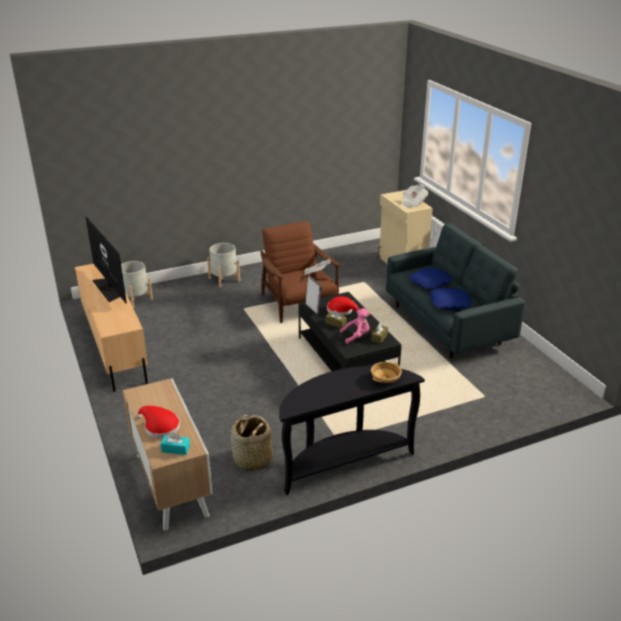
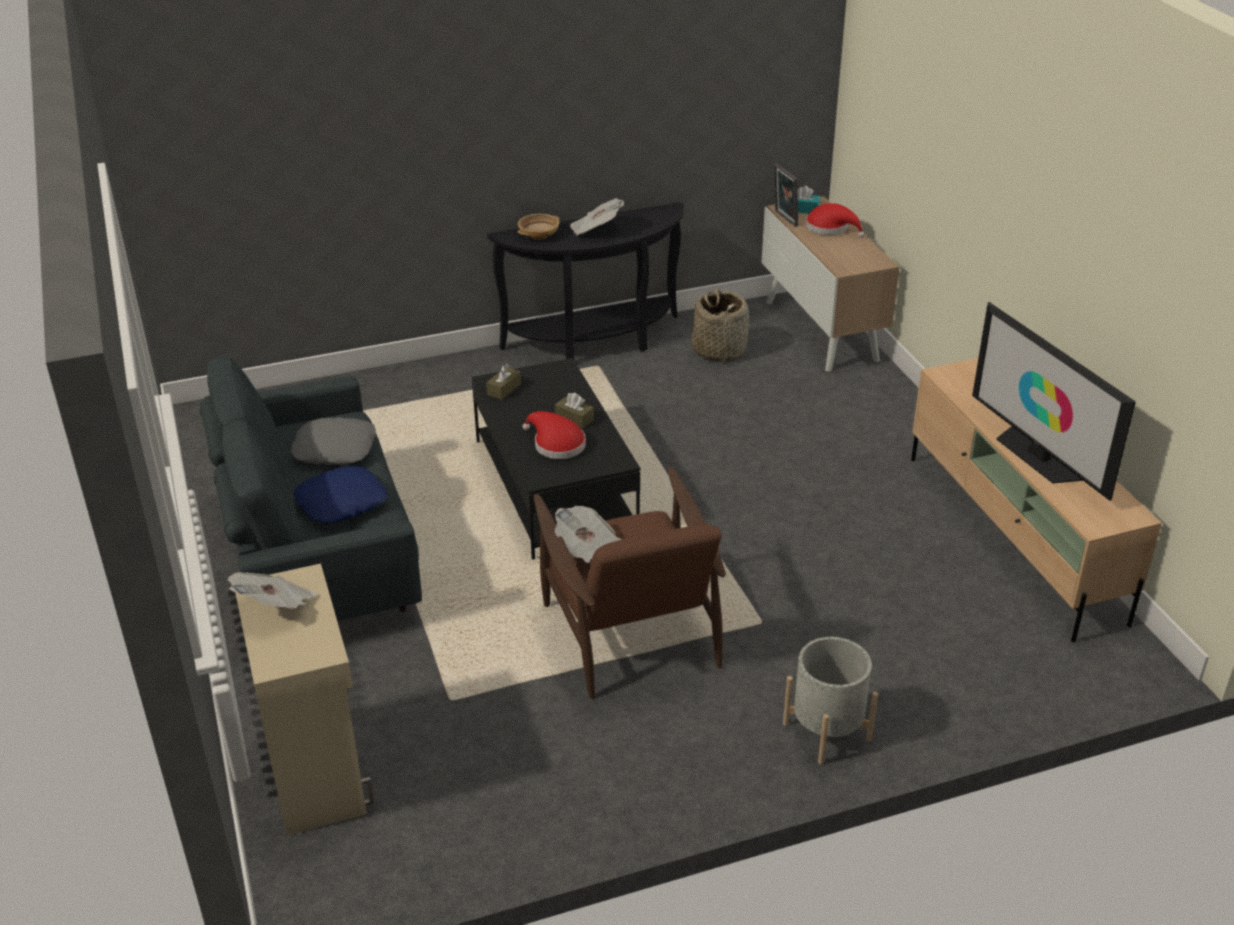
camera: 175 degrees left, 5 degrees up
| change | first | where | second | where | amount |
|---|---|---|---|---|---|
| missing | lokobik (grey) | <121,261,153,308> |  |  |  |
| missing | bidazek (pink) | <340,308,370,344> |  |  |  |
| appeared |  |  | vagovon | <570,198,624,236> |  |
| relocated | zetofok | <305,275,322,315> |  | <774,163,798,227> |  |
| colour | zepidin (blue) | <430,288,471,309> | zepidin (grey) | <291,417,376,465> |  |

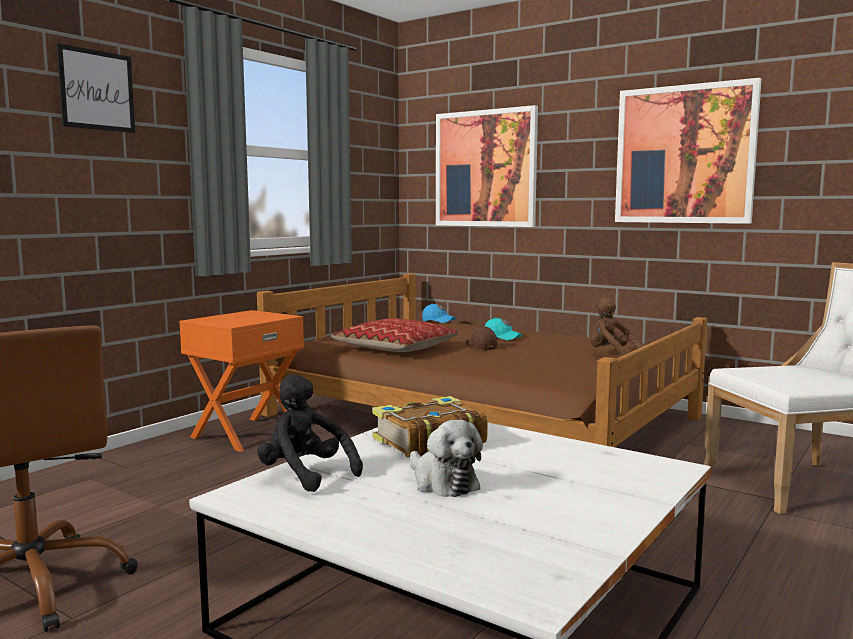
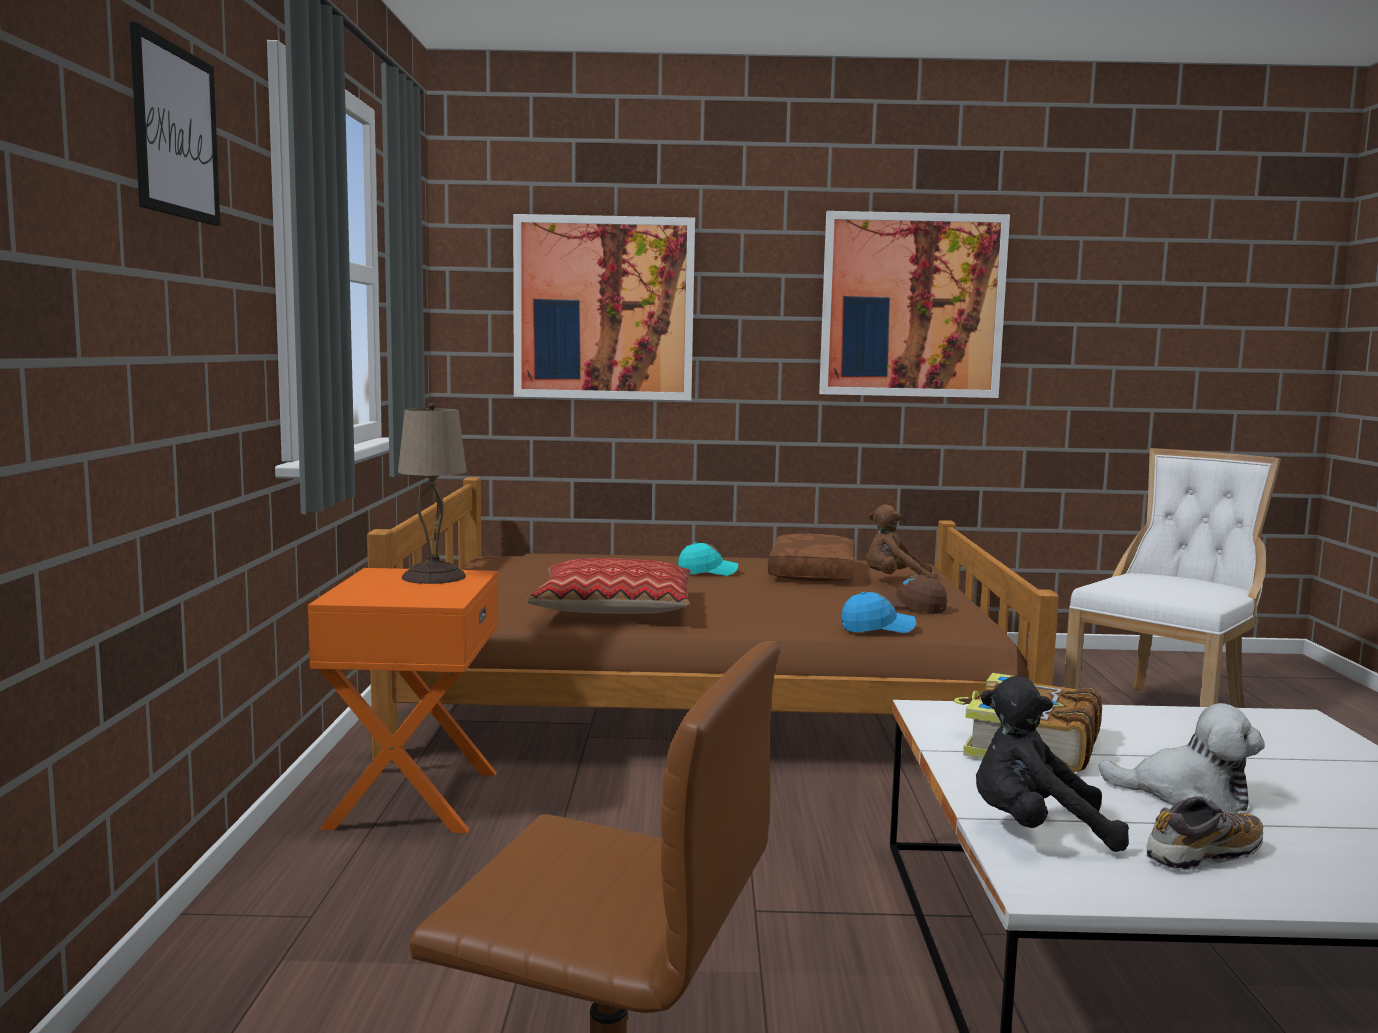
camera: 35 degrees left, 0 degrees up
| change | first | where | second | where | amount |
|---|---|---|---|---|---|
| appeared |  |  | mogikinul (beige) | <398,403,467,584> |  |
| appeared |  |  | zepidin (brown) | <768,534,855,581> |  |
| appeared |  |  | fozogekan | <1145,796,1263,871> |  |
| relocated | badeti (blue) | <422,303,456,323> |  | <842,592,916,633> |  |
| relocated | badeti (brown) | <466,326,498,350> |  | <880,575,947,614> |  |

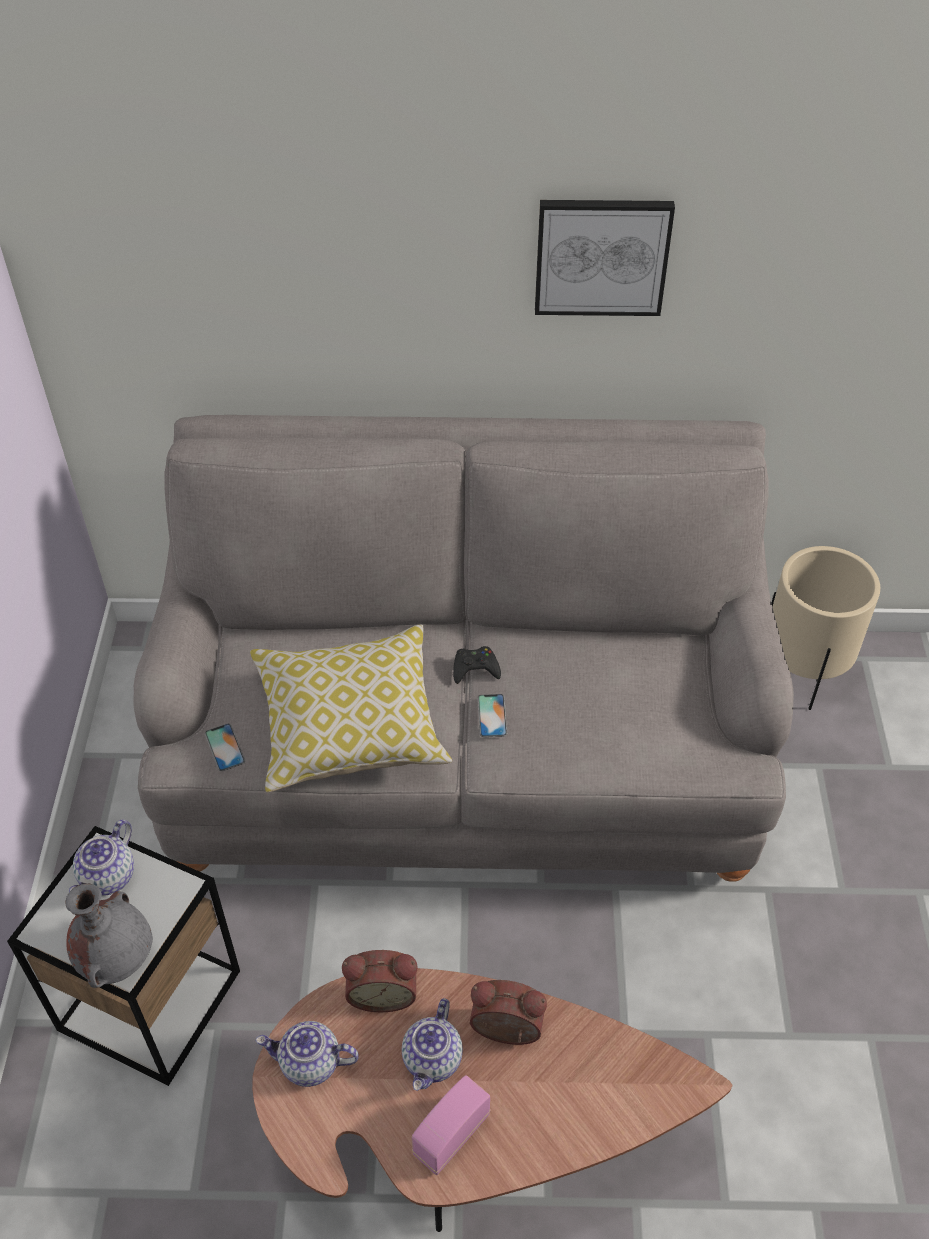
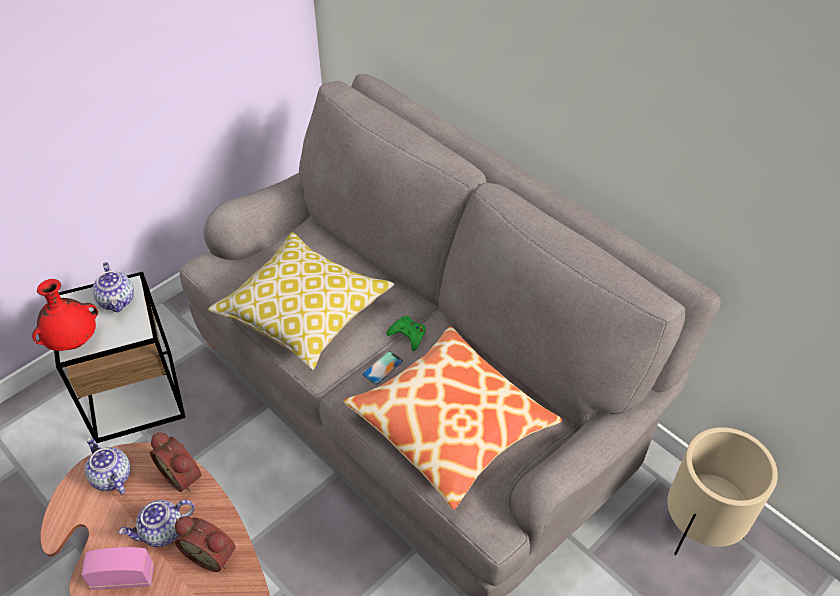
camera: 45 degrees right, 0 degrees up
| change | first | where | second | where | amount |
|---|---|---|---|---|---|
| missing | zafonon | <205,723,245,771> |  |  |  |
| missing | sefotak | <535,200,675,316> |  |  |  |
| appeared |  |  | zepidin | <343,327,562,510> |  |
| colour | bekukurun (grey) | <66,884,153,988> | bekukurun (red) | <32,279,98,351> |  |
| colour | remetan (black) | <453,646,501,684> | remetan (green) | <387,316,426,351> |  |
| spun | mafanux | <69,820,134,896> |  | <92,262,134,313> | 90 degrees counterclockwise |
| spun | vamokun | <470,980,547,1045> |  | <175,516,235,572> | 150 degrees clockwise |

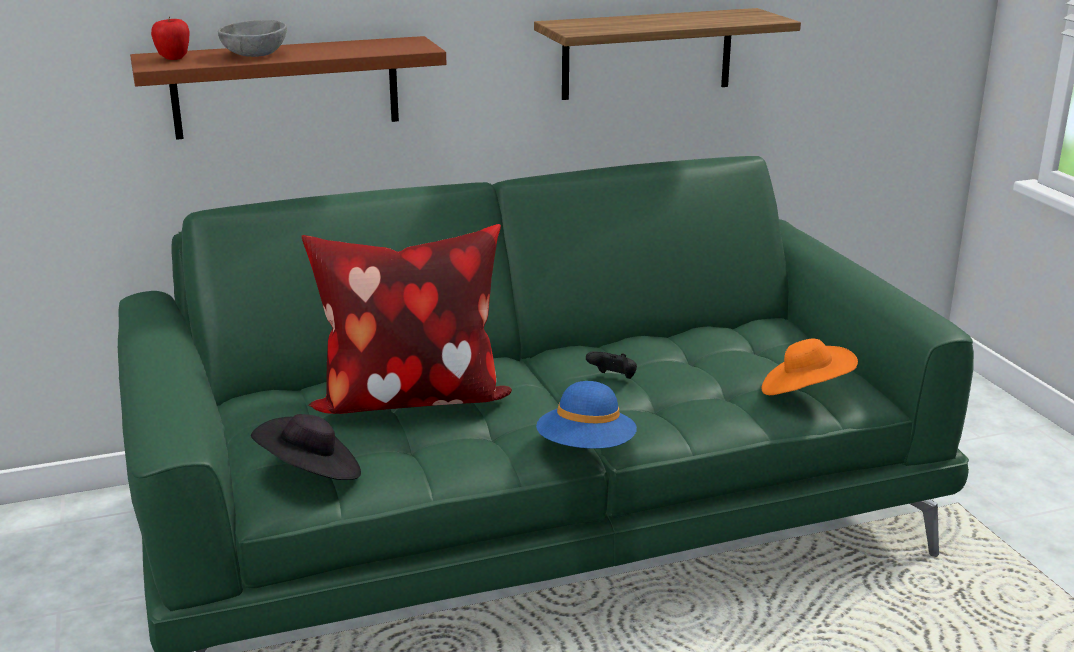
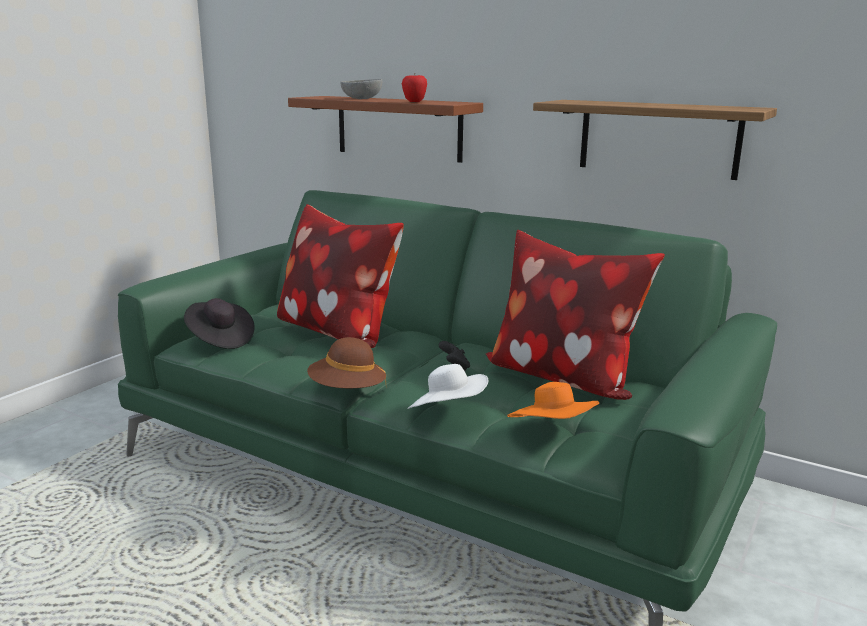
camera: 50 degrees right, 5 degrees down
| change | first | where | second | where | amount |
|---|---|---|---|---|---|
| appeared |  |  | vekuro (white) | <407,364,488,409> |  |
| appeared |  |  | zepidin | <486,230,665,400> |  |
| relocated | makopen | <151,17,190,60> |  | <402,74,427,102> |  |
| colour | vekuro (blue) | <536,381,637,449> | vekuro (brown) | <307,337,386,388> |  |

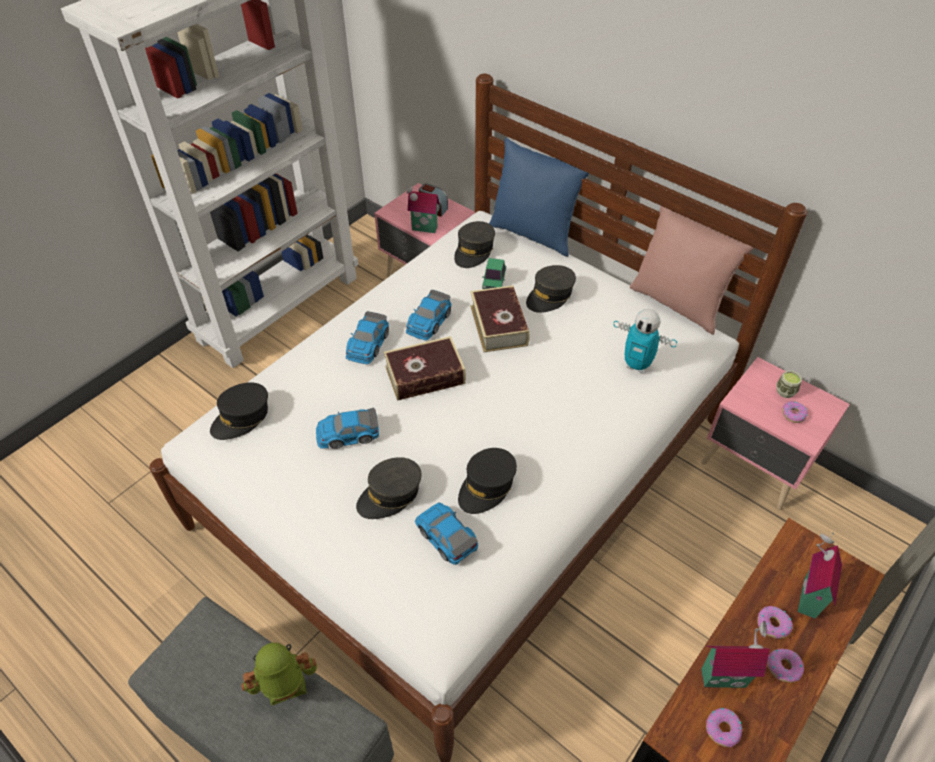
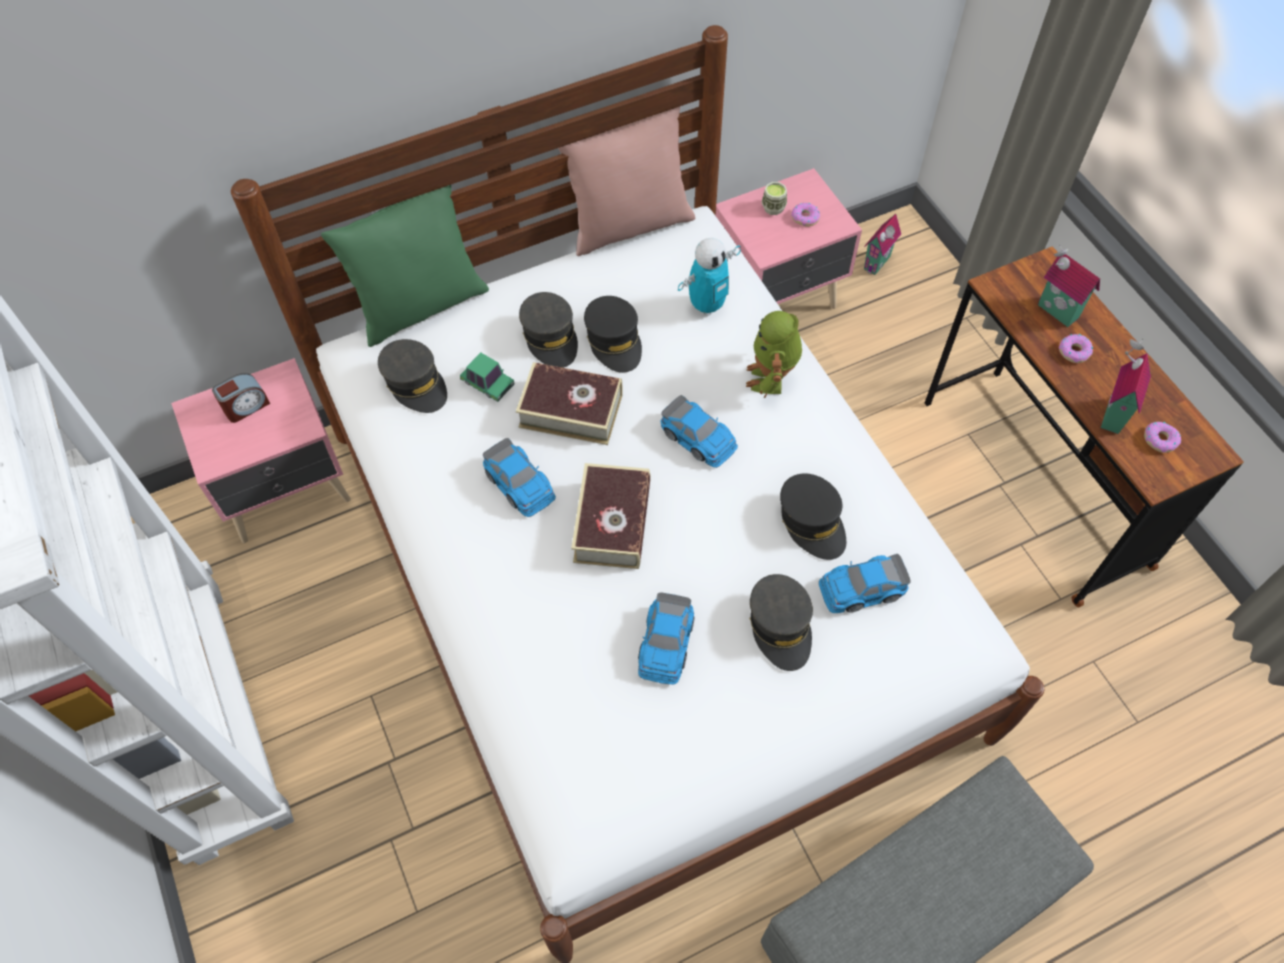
camera: 65 degrees left, 10 degrees up
| change | first | where | second | where | amount |
|---|---|---|---|---|---|
| missing | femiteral | <767,649,804,682> |  |  |  |
| relocated | badeti (black) | <210,382,268,440> |  | <584,296,642,373> |  |
| relocated | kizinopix | <241,642,317,706> |  | <746,311,802,398> |  |
| relocated | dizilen | <346,311,389,364> |  | <660,395,738,468> |  |
| relocated | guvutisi | <406,186,440,233> |  | <864,214,901,275> |  |
| colour | zepidin (blue) | <489,138,589,257> | zepidin (green) | <321,185,489,347> |  |

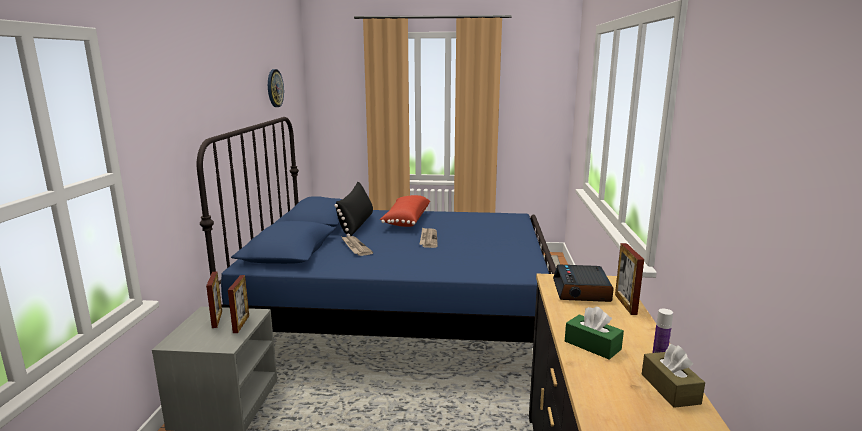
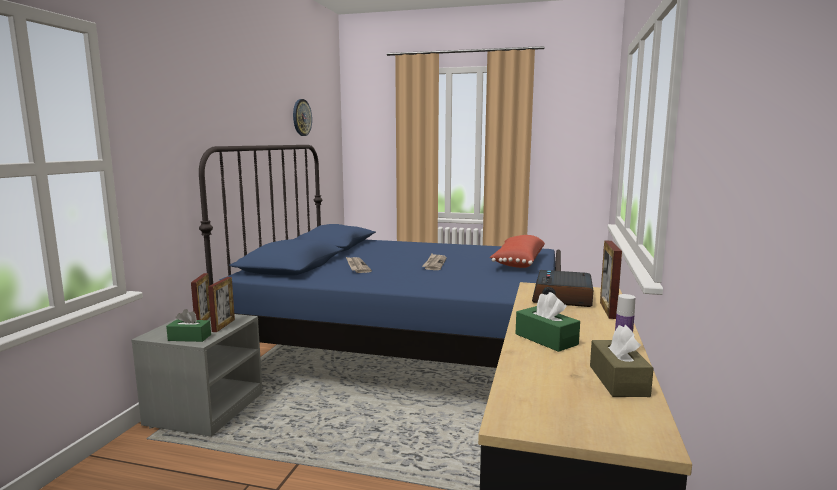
camera: 10 degrees right, 5 degrees down
| change | first | where | second | where | amount |
|---|---|---|---|---|---|
| missing | zepidin (black) | <334,182,373,237> |  |  |  |
| appeared |  |  | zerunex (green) | <166,309,211,342> |  |
| relocated | zepidin (red) | <380,195,430,227> |  | <490,235,545,268> |  |

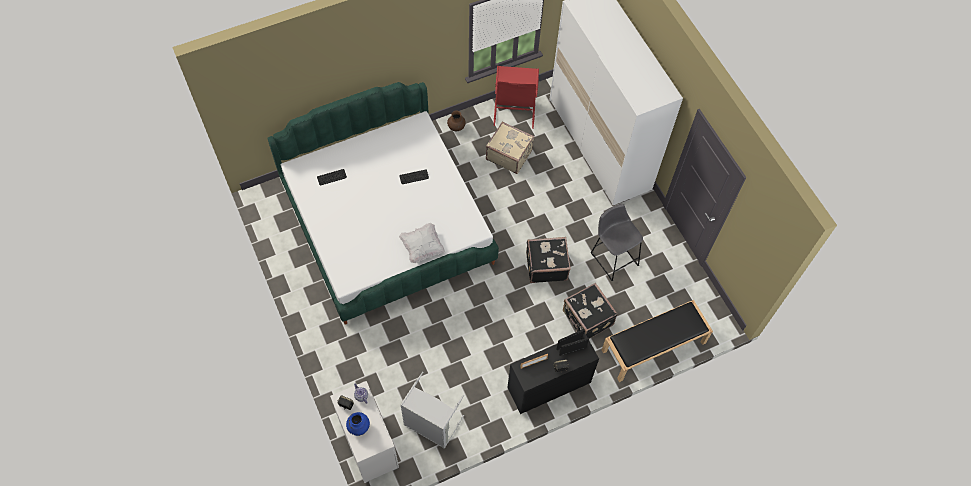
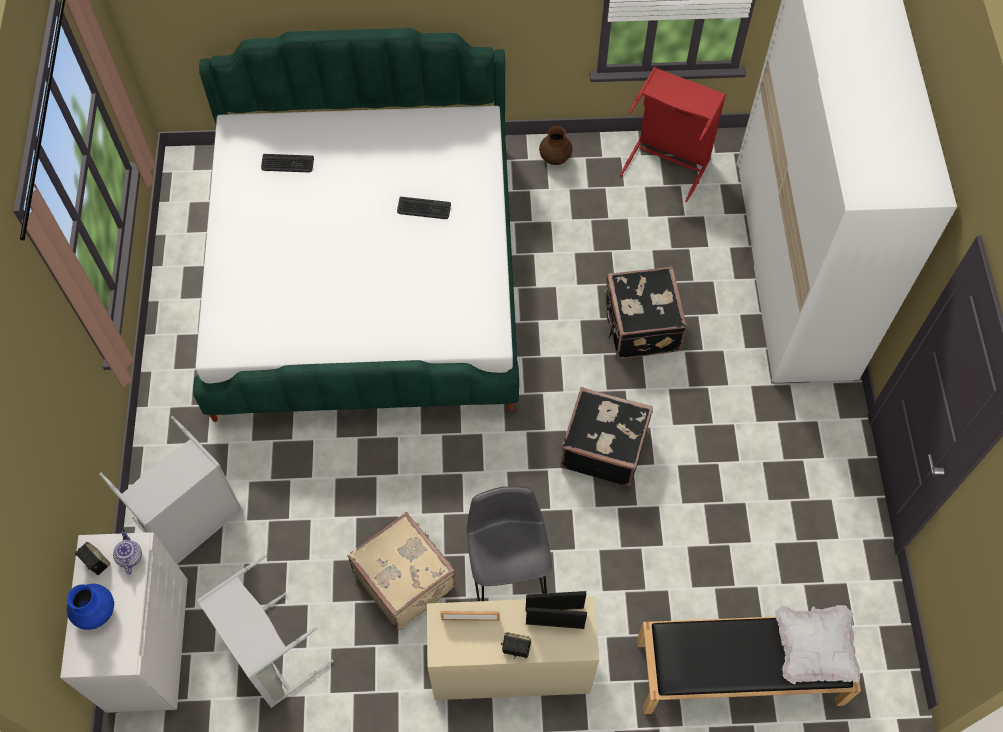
camera: 25 degrees right, 0 degrees up
| change | first | where | second | where | amount |
|---|---|---|---|---|---|
| appeared |  |  | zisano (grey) | <99,416,243,564> |  |
| relocated | zepidin (white) | <399,223,445,263> |  | <775,605,861,684> |  |
| relocated | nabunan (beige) | <486,121,535,174> |  | <348,512,456,630> |  |
| relocated | nabunan (black) | <563,283,618,339> |  | <605,266,687,358> |  |
| relocated | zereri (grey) | <591,204,643,281> |  | <466,486,552,601> |  |
| colour | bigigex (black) | <507,332,599,414> | bigigex (beige) | <427,597,599,700> |  |

